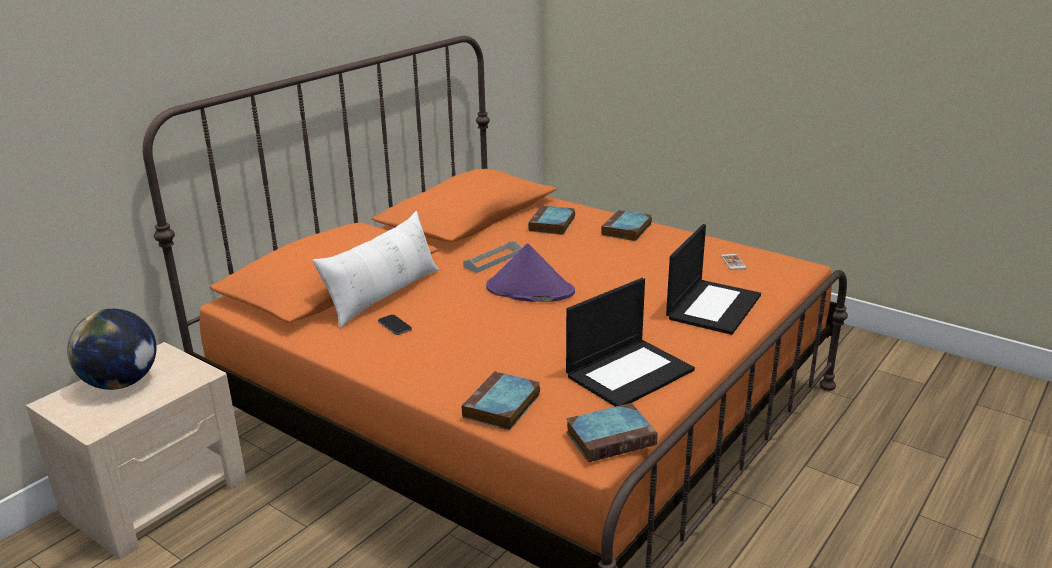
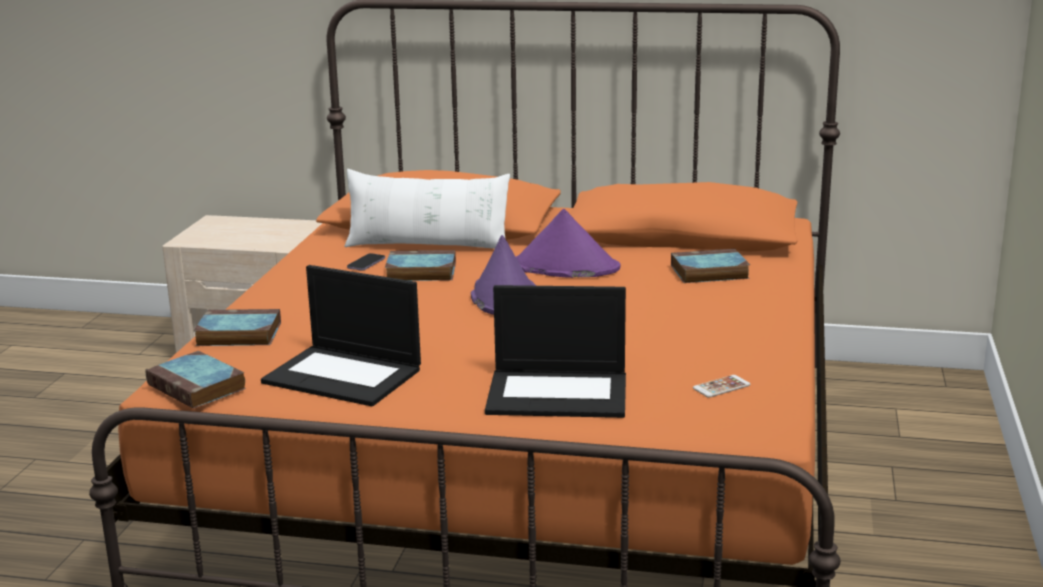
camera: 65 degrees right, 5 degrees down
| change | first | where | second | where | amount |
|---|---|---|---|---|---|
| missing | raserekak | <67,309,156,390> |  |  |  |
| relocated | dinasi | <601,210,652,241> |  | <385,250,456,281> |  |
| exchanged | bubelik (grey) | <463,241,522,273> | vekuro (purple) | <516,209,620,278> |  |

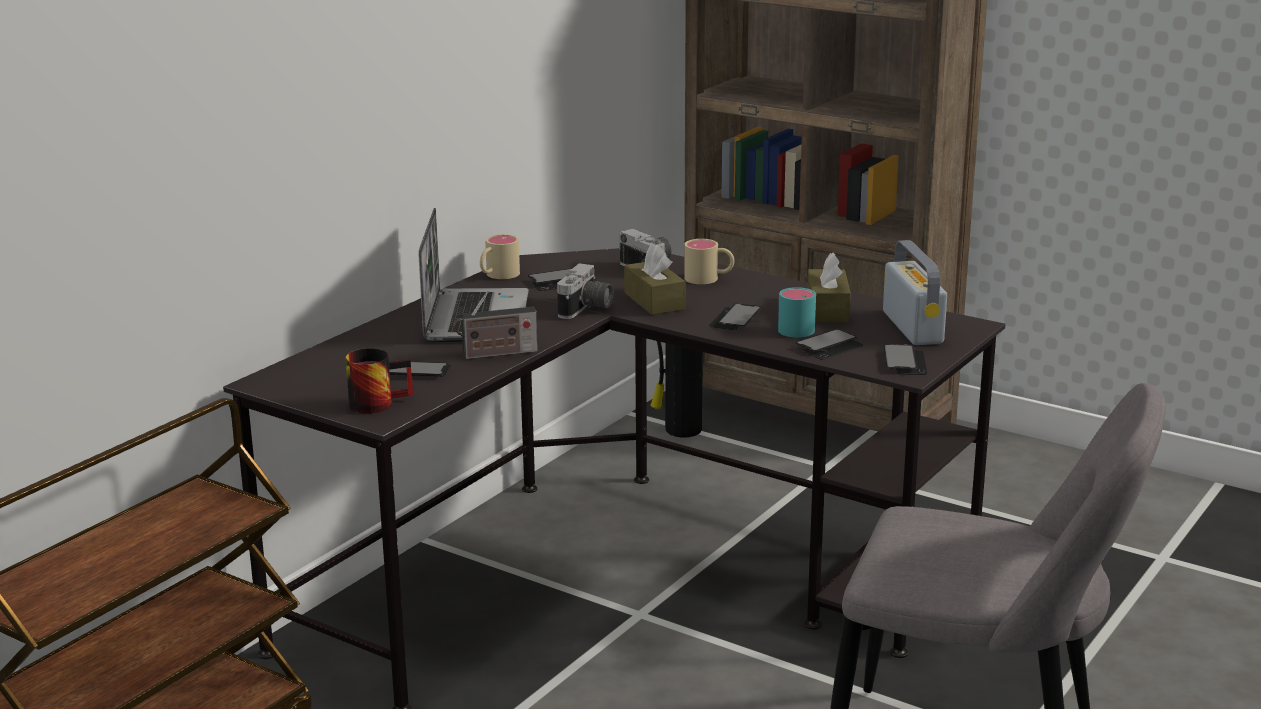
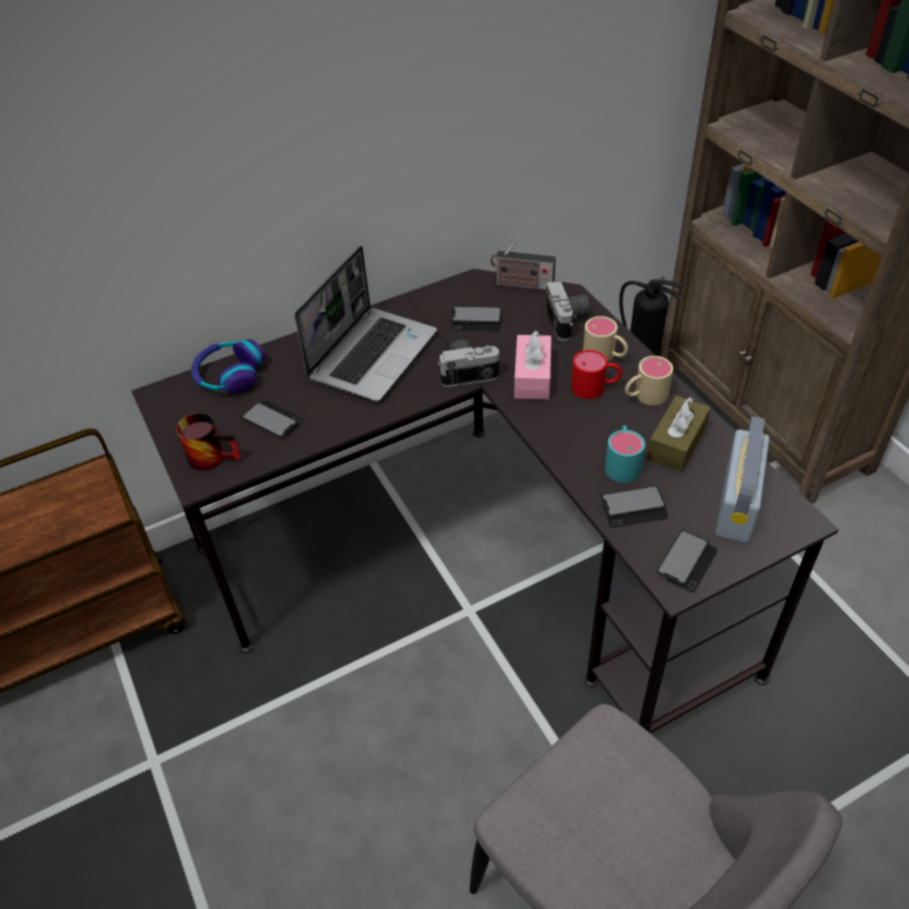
camera: 30 degrees right, 25 degrees up
| change | first | where | second | where | amount |
|---|---|---|---|---|---|
| missing | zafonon | <709,303,761,330> |  |  |  |
| appeared |  |  | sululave | <191,339,265,394> |  |
| appeared |  |  | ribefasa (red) | <571,350,622,399> |  |
| relocated | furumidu | <454,291,538,360> |  | <490,239,556,290> |  |
| relocated | ribefasa (beige) | <480,234,520,279> |  | <625,356,673,405> |  |
| colour | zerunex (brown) | <624,244,685,315> | zerunex (pink) | <514,330,551,400> |  |
| spun | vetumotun | <557,263,614,319> |  | <438,340,500,387> | 150 degrees counterclockwise |

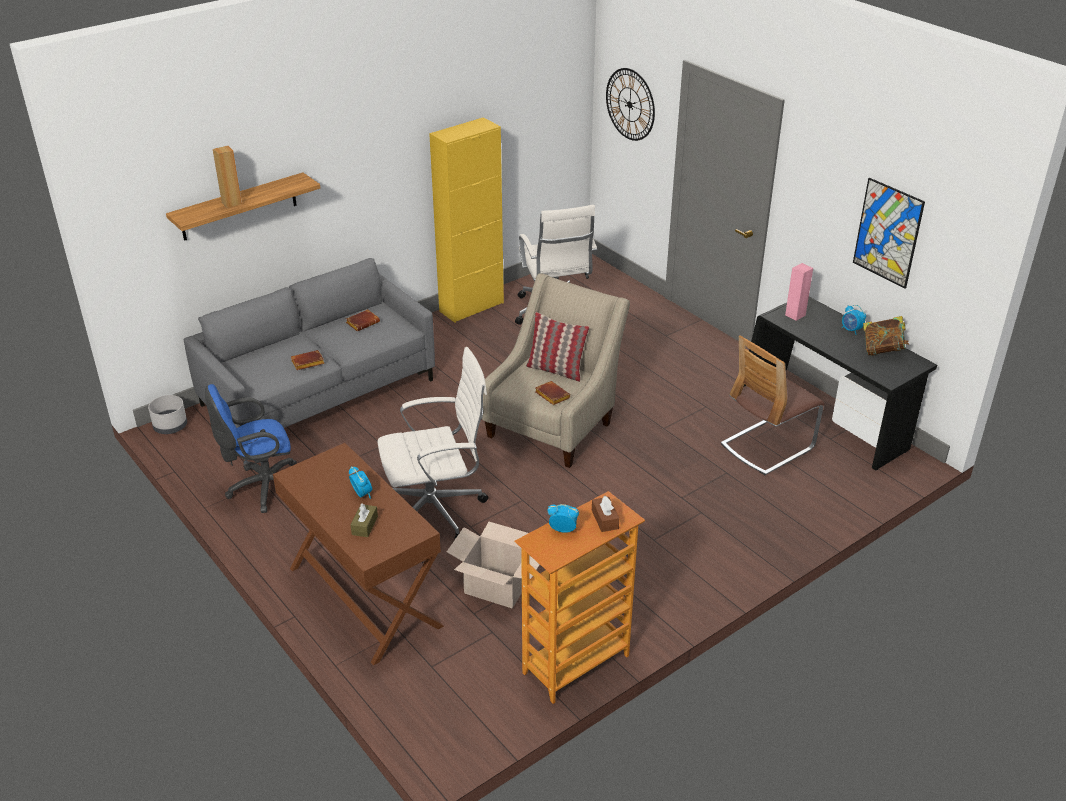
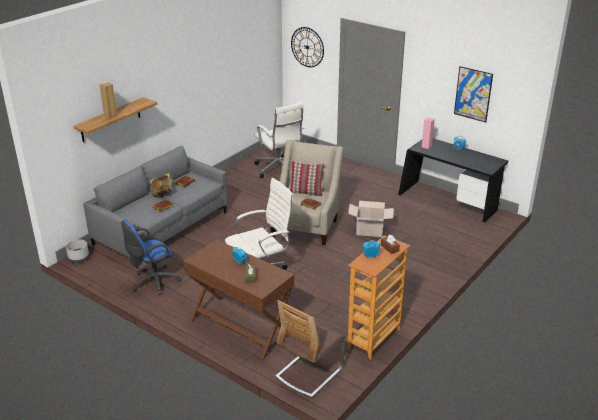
camera: 15 degrees left, 5 degrees down
| change | first | where | second | where | amount |
|---|---|---|---|---|---|
| missing | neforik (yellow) | <429,117,504,323> |  |  |  |
| relocated | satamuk | <447,522,540,608> |  | <348,201,394,237> |  |
| relocated | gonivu | <721,335,825,475> |  | <275,300,345,398> |  |
| relocated | dinasi | <863,316,909,356> |  | <150,173,174,197> |  |

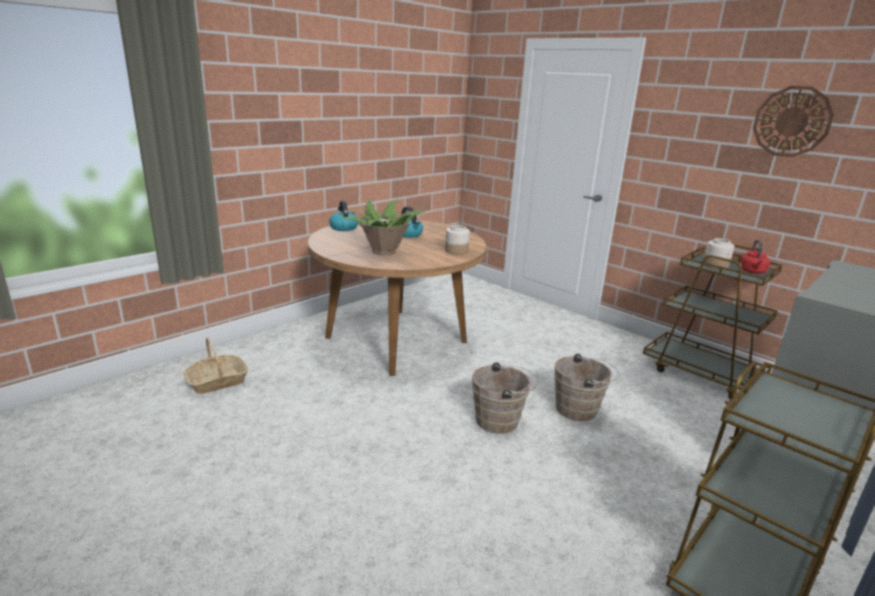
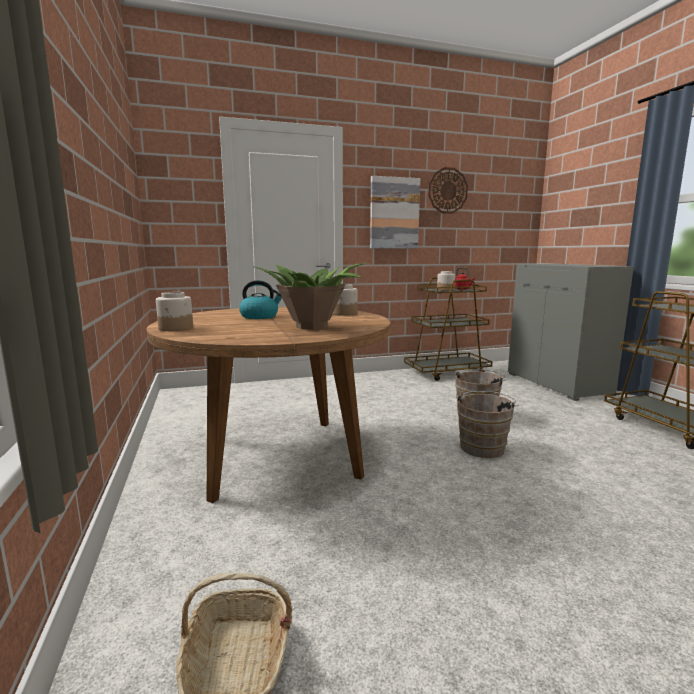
camera: 60 degrees left, 10 degrees down
| change | first | where | second | where | amount |
|---|---|---|---|---|---|
| appeared |  |  | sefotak | <370,176,420,249> |  |
| exchanged | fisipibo | <329,201,358,231> | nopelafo | <156,292,193,331> |  |

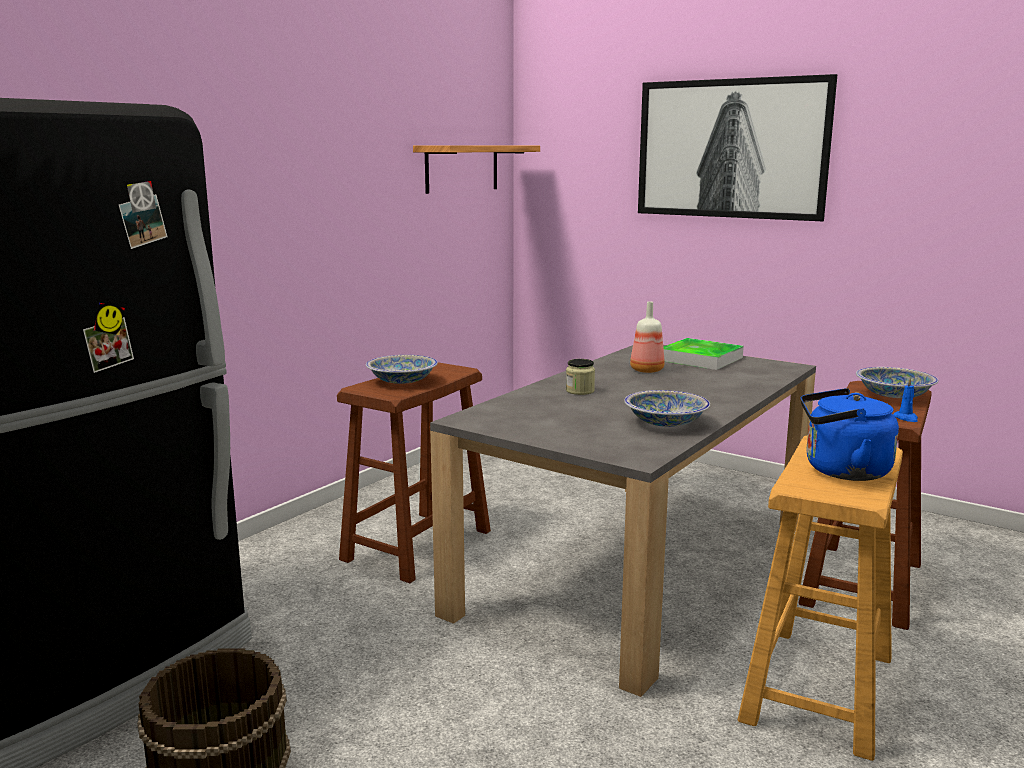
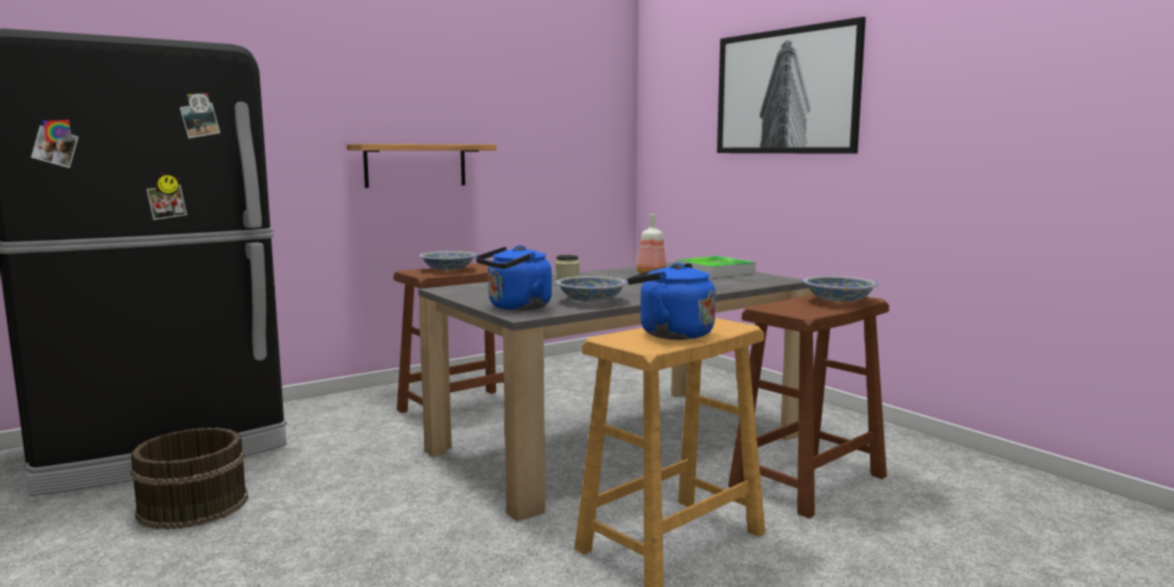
camera: 20 degrees right, 5 degrees down
| change | first | where | second | where | amount |
|---|---|---|---|---|---|
| missing | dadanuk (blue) | <893,377,918,422> |  |  |  |
| appeared |  |  | fisipibo (blue) | <476,245,552,311> |  |
| relocated | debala | <413,145,540,194> |  | <347,144,496,188> |  |

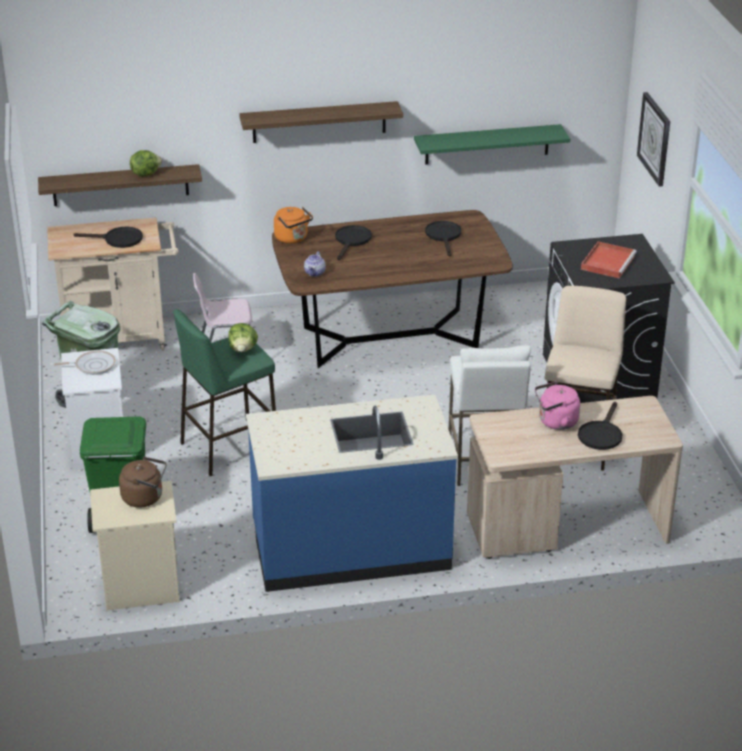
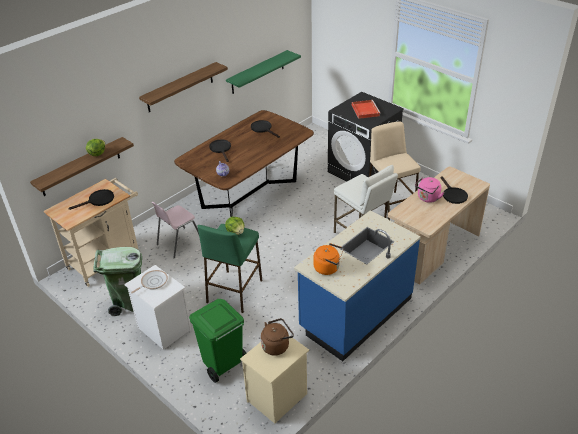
camera: 35 degrees left, 5 degrees up
| change | first | where | second | where | amount |
|---|---|---|---|---|---|
| missing | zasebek | <637,92,670,187> |  |  |  |
| relocated | fisipibo (orange) | <274,207,313,244> |  | <313,243,344,275> |  |

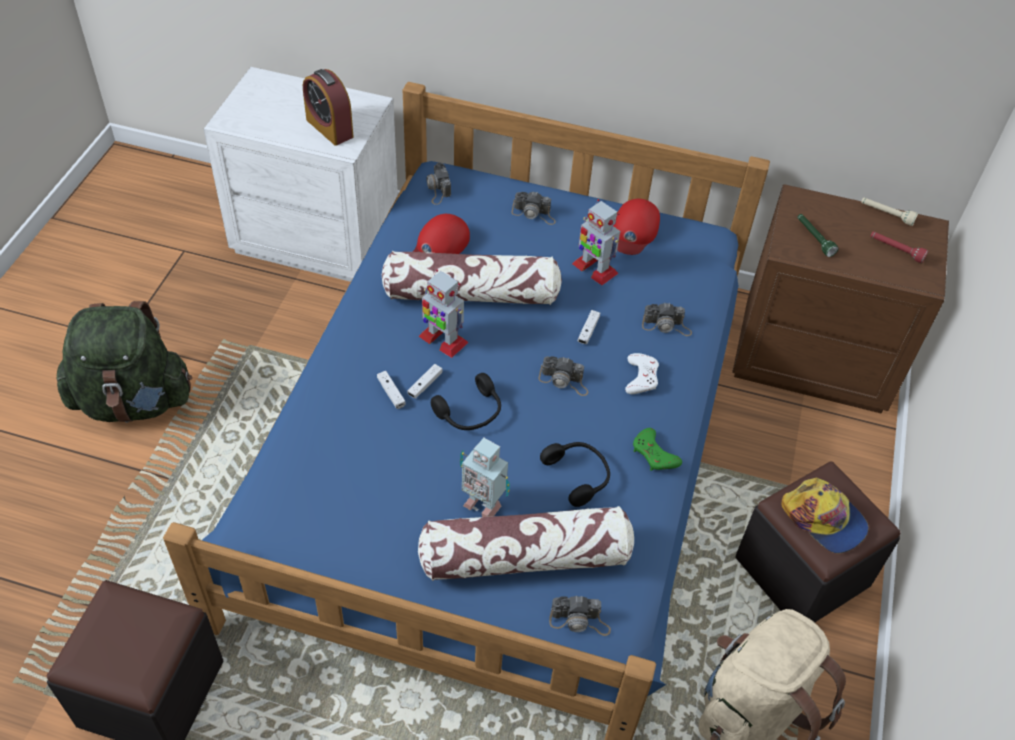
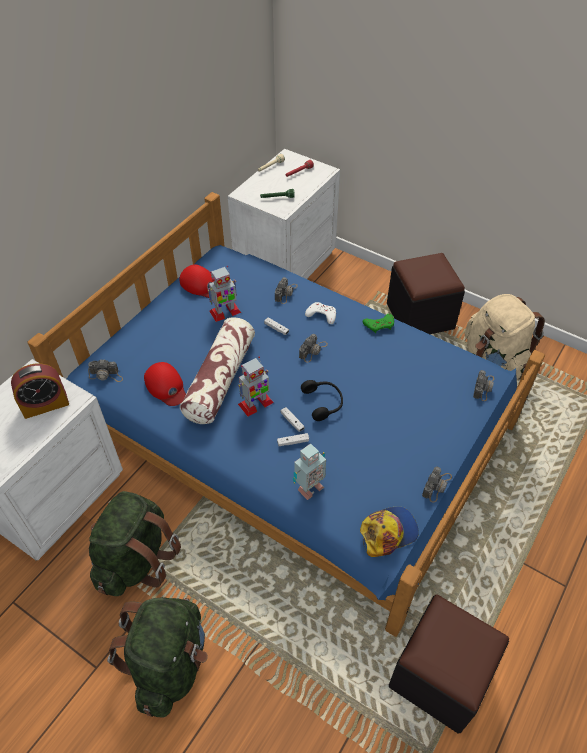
camera: 70 degrees left, 0 degrees up
| change | first | where | second | where | amount |
|---|---|---|---|---|---|
| missing | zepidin | <418,506,634,581> |  |  |  |
| missing | sululave (black) | <540,442,610,507> |  |  |  |
| appeared |  |  | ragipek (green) | <89,491,181,596> |  |
| relocated | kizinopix | <460,438,510,517> |  | <293,444,326,500> |  |
| relocated | vetumotun | <512,192,556,225> |  | <422,466,452,502> |  |
| relocated | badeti | <781,478,869,553> |  | <360,506,419,557> |  |
| colour | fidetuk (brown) | <732,184,949,413> | fidetuk (white) | <228,149,340,279> |  |

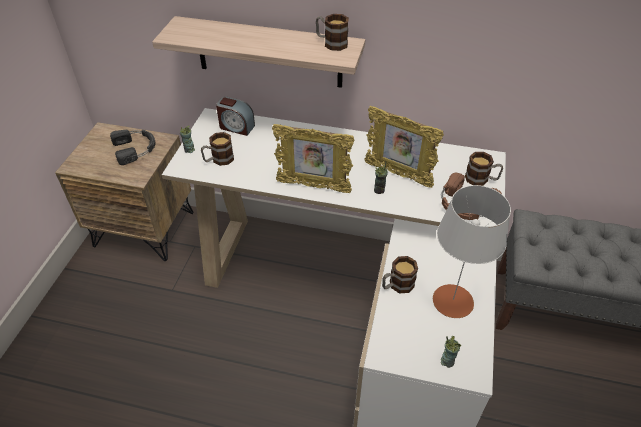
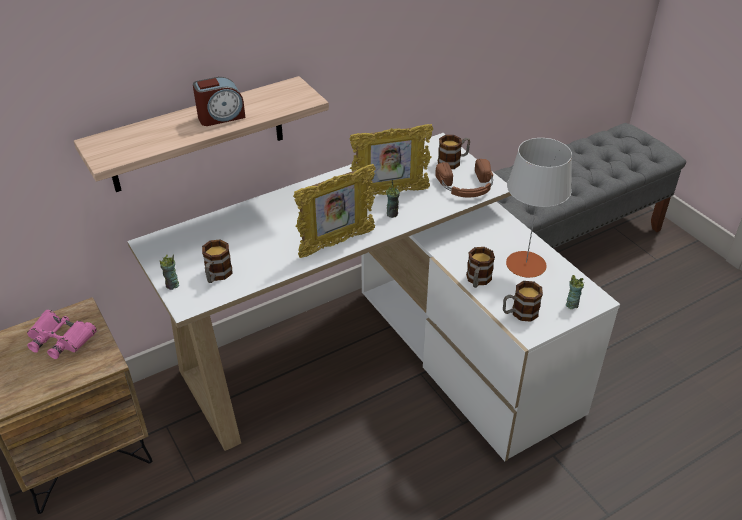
camera: 45 degrees left, 5 degrees down
| change | first | where | second | where | amount |
|---|---|---|---|---|---|
| relocated | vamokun | <216,96,255,136> |  | <193,77,246,126> |  |
| relocated | ribefasa | <316,14,349,51> |  | <503,281,543,322> |  |
| exchanged | sululave (black) | <110,130,156,165> | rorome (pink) | <27,310,97,359> |  |

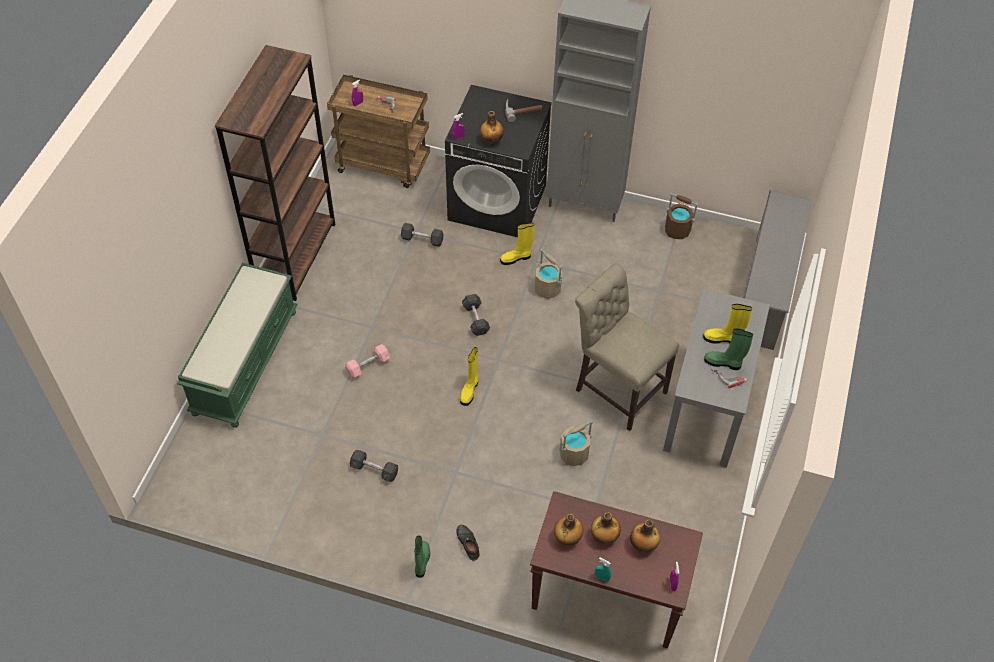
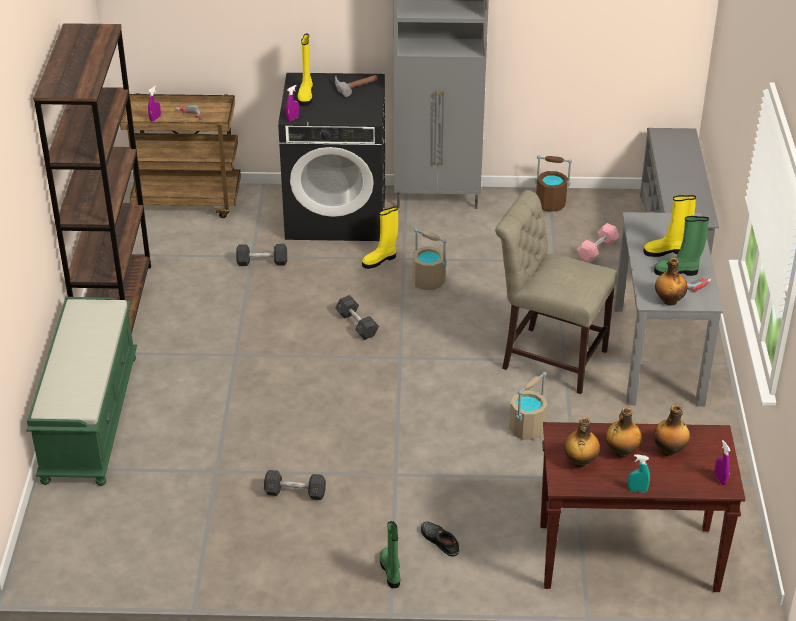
camera: 15 degrees left, 15 degrees down
| change | first | where | second | where | amount |
|---|---|---|---|---|---|
| relocated | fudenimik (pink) | <345,344,390,379> |  | <577,223,620,263> |  |
| relocated | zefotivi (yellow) | <460,347,478,406> |  | <298,34,313,106> |  |
| relocated | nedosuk | <480,111,504,145> |  | <655,258,687,306> |  |

